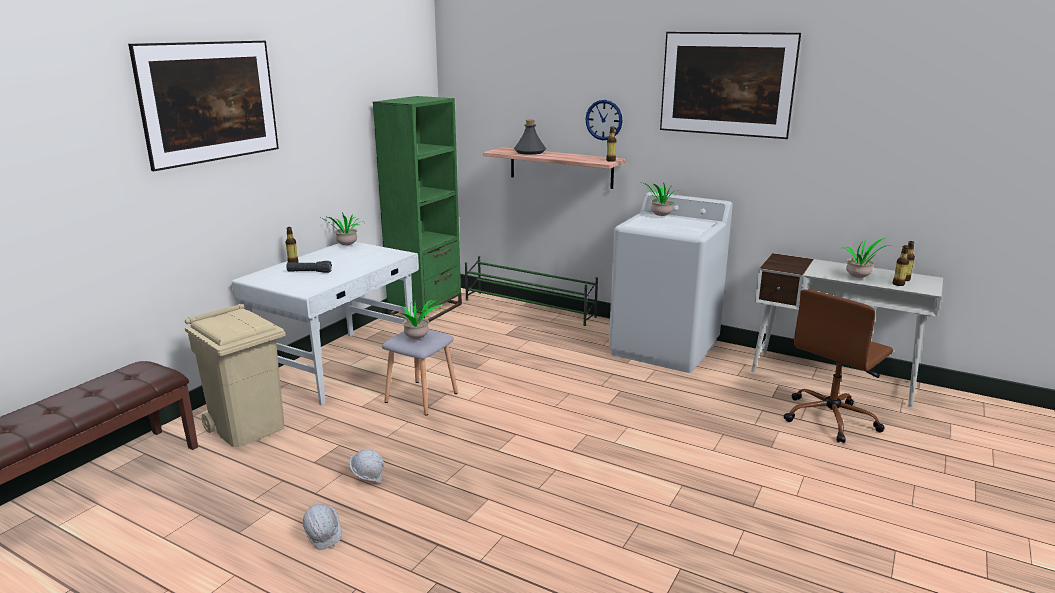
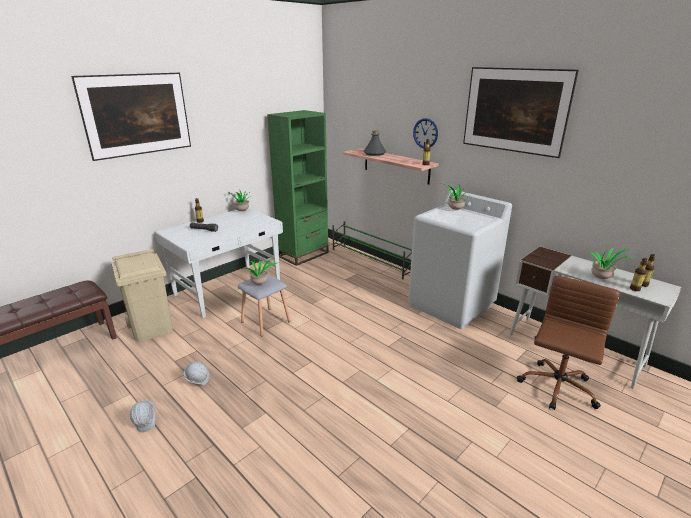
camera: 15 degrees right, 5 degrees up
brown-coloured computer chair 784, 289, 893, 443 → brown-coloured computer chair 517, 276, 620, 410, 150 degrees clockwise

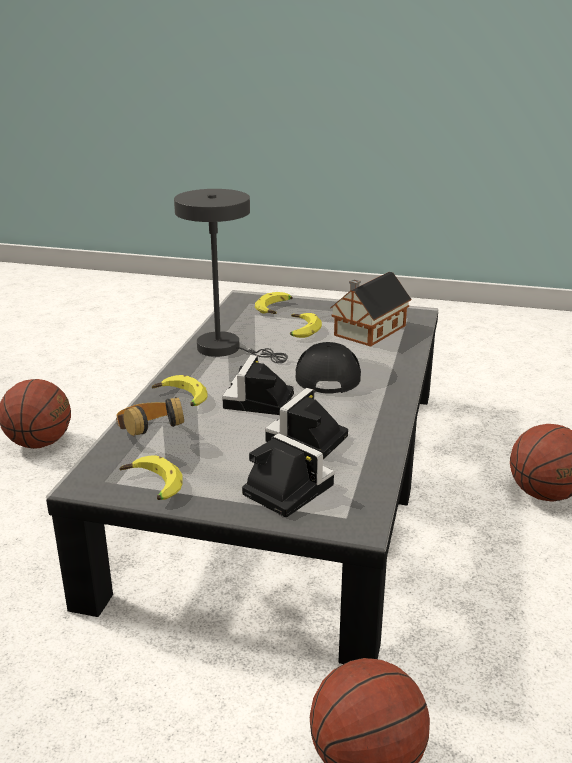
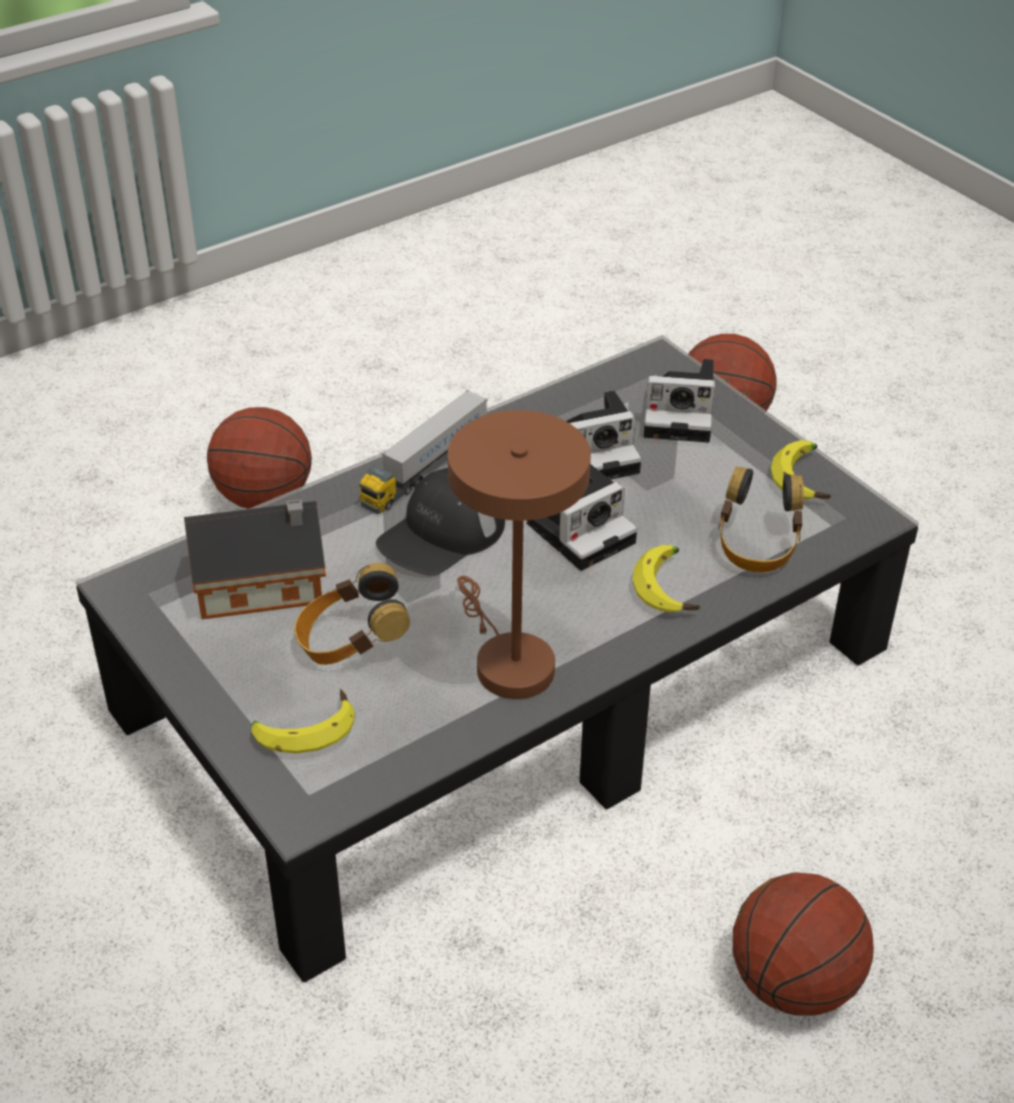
camera: 140 degrees left, 15 degrees up
banana fruit 290, 313, 322, 338 → headset 294, 563, 410, 665
- → model truck 359, 389, 488, 514
gray tabletop lamp 174, 189, 288, 363 → brown-coloured tabletop lamp 448, 410, 591, 699
photo camera 242, 433, 334, 517 → photo camera 644, 359, 715, 442, 75 degrees counterclockwise

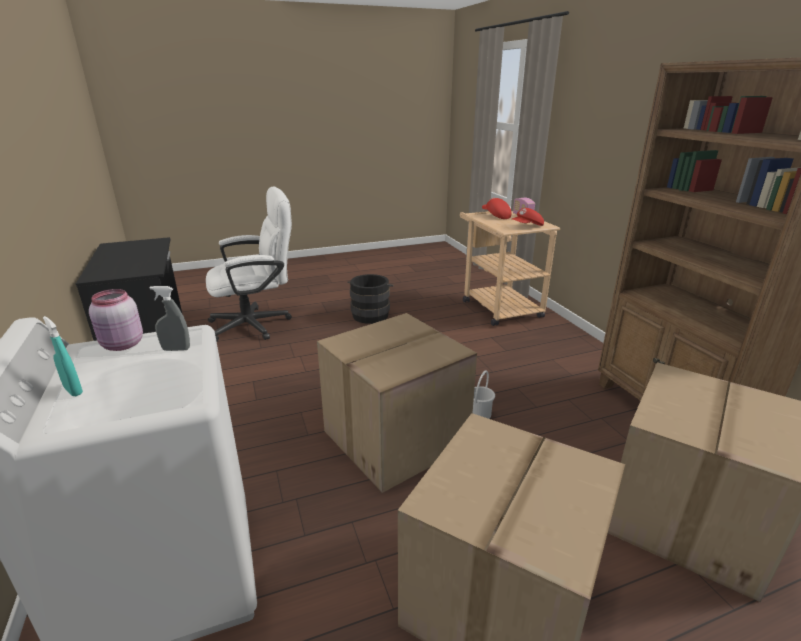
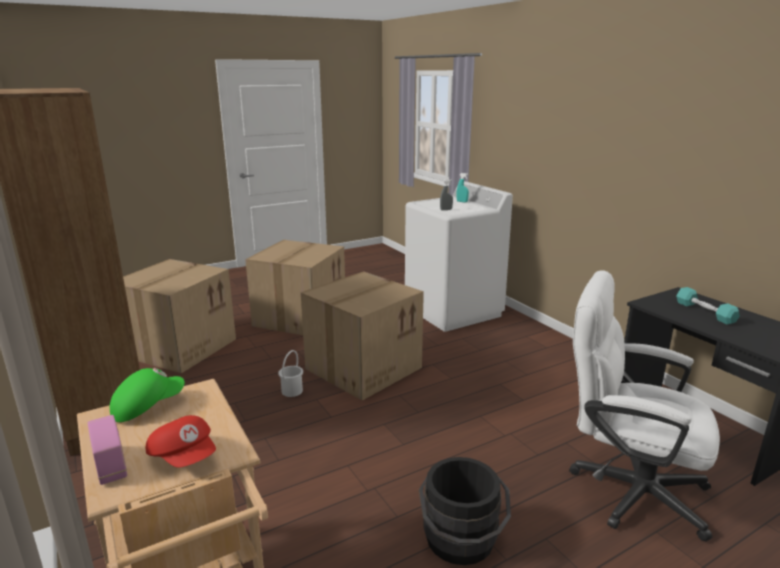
camera: 170 degrees right, 5 degrees down
red baseball cap 512, 208, 544, 226 → green-coloured baseball cap 110, 368, 185, 422
white-coloured computer chair 206, 186, 292, 342 → white-coloured computer chair 569, 270, 720, 542, 60 degrees clockwise
- → turquoise-coloured dumbbell 676, 287, 740, 324
pinkish jar 89, 289, 143, 351 → -

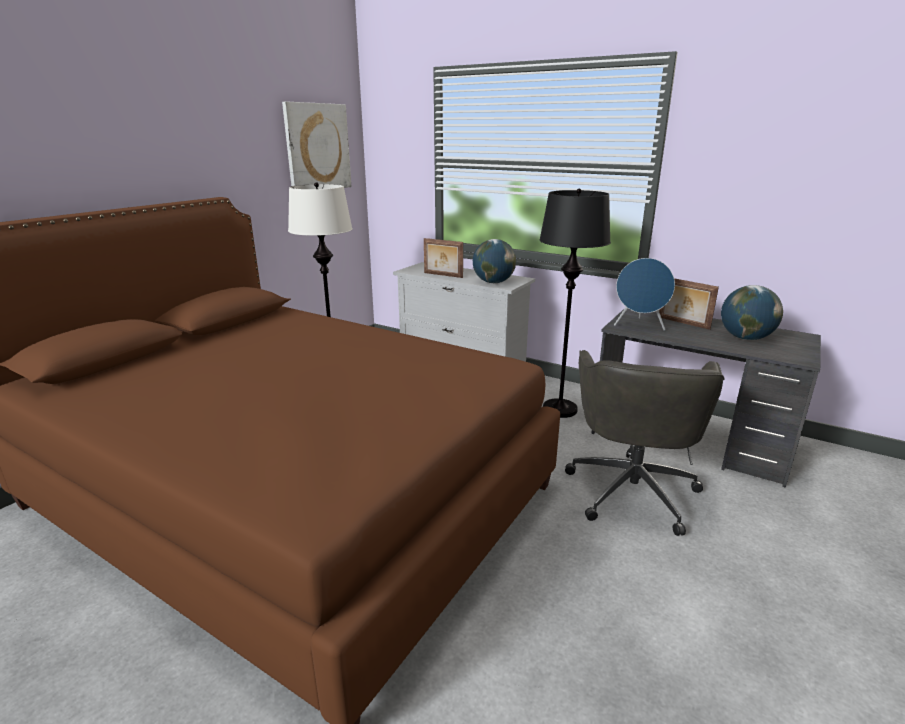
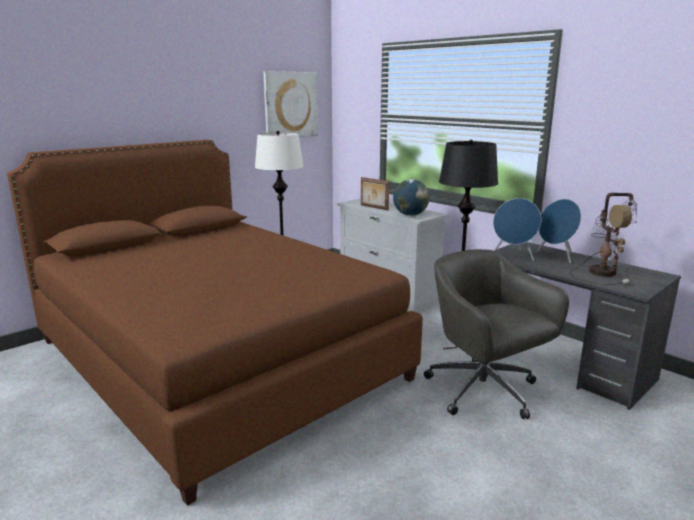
camera: 15 degrees right, 5 degrees down
gray computer chair 565, 350, 725, 536 → gray computer chair 424, 249, 569, 419, 120 degrees clockwise
standing frame 659, 278, 719, 330 → bluish audio speaker 536, 199, 581, 263
desk globe 721, 285, 783, 340 → tabletop lamp 570, 192, 637, 285

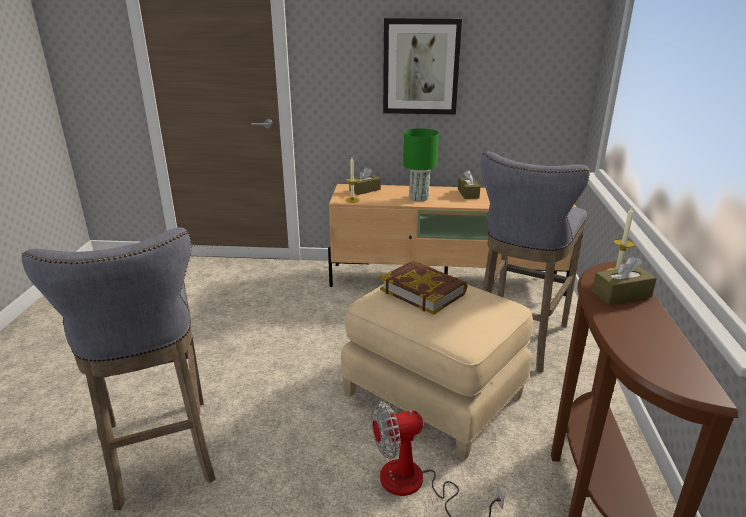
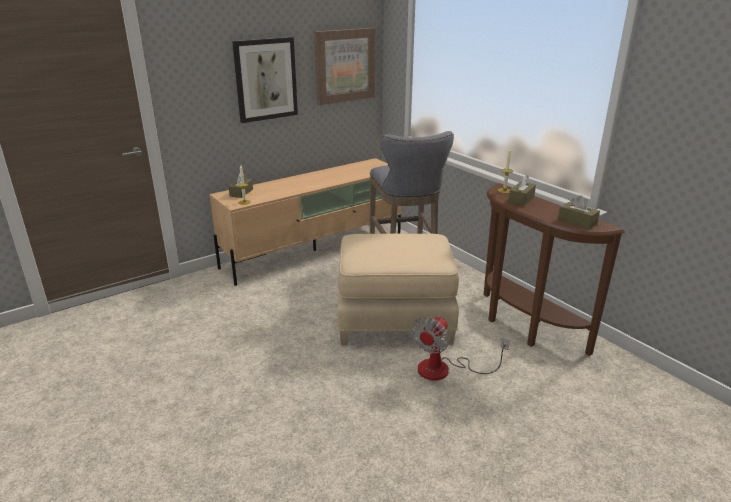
camera: 40 degrees left, 0 degrees up
- → wall picture 314, 28, 375, 105
brown-coloured tissue box 458, 170, 480, 199 → brown-coloured tissue box 558, 195, 600, 229, moved
gray stool 22, 228, 216, 510 → -
book 380, 261, 467, 315 → -
green-coloured tabletop lamp 403, 128, 439, 201 → -

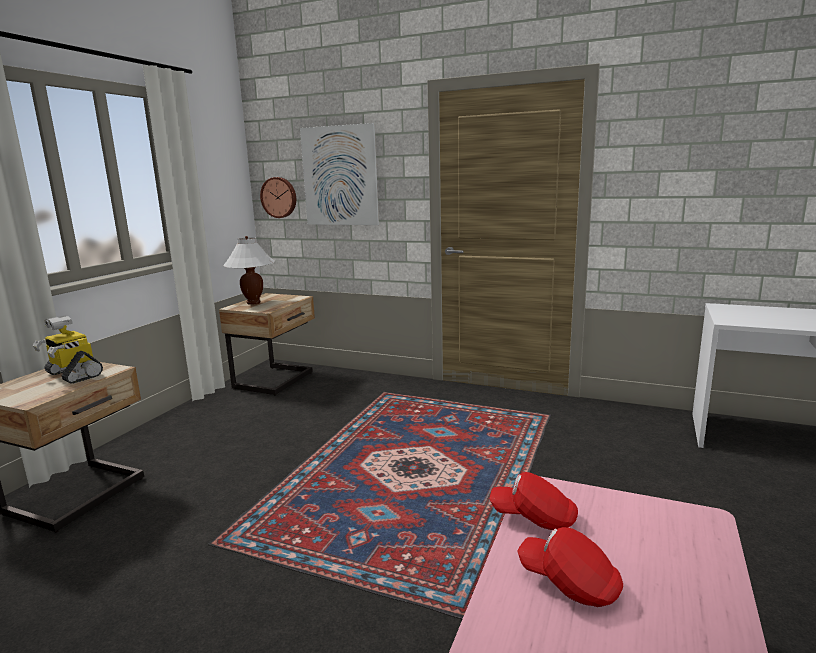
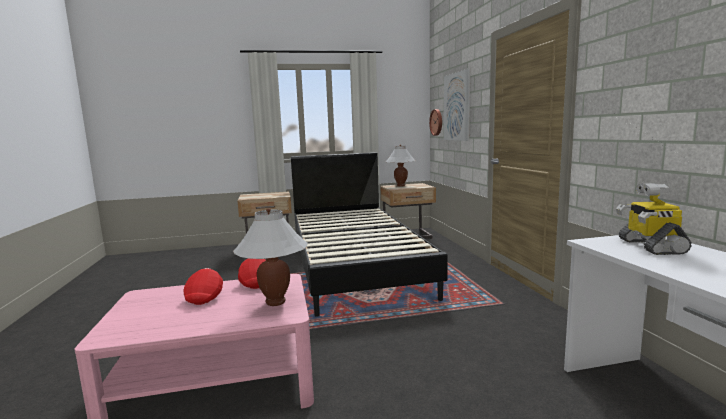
camera: 55 degrees right, 5 degrees down
- → white-coloured tabletop lamp 233, 208, 308, 306
- → black-coloured sleeping bed 291, 152, 448, 317
toy robot 33, 315, 103, 384 → toy robot 616, 183, 692, 255, moved

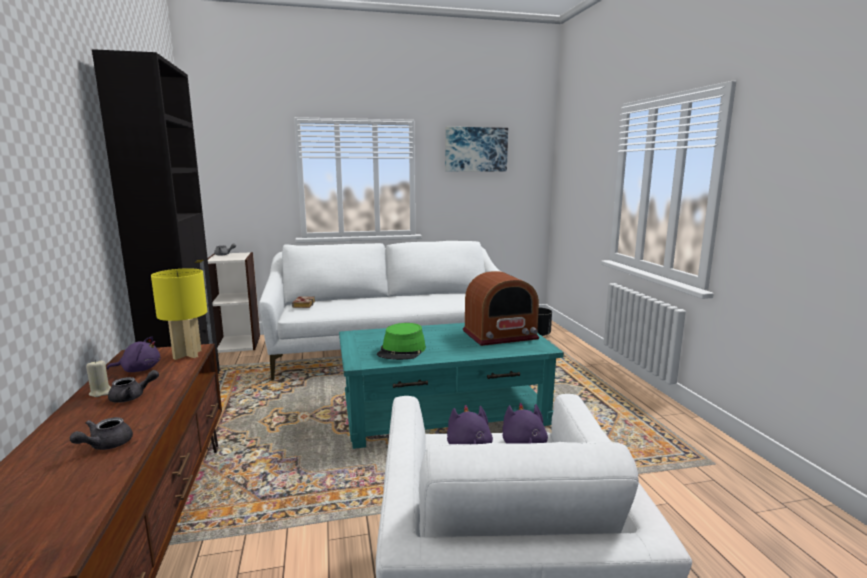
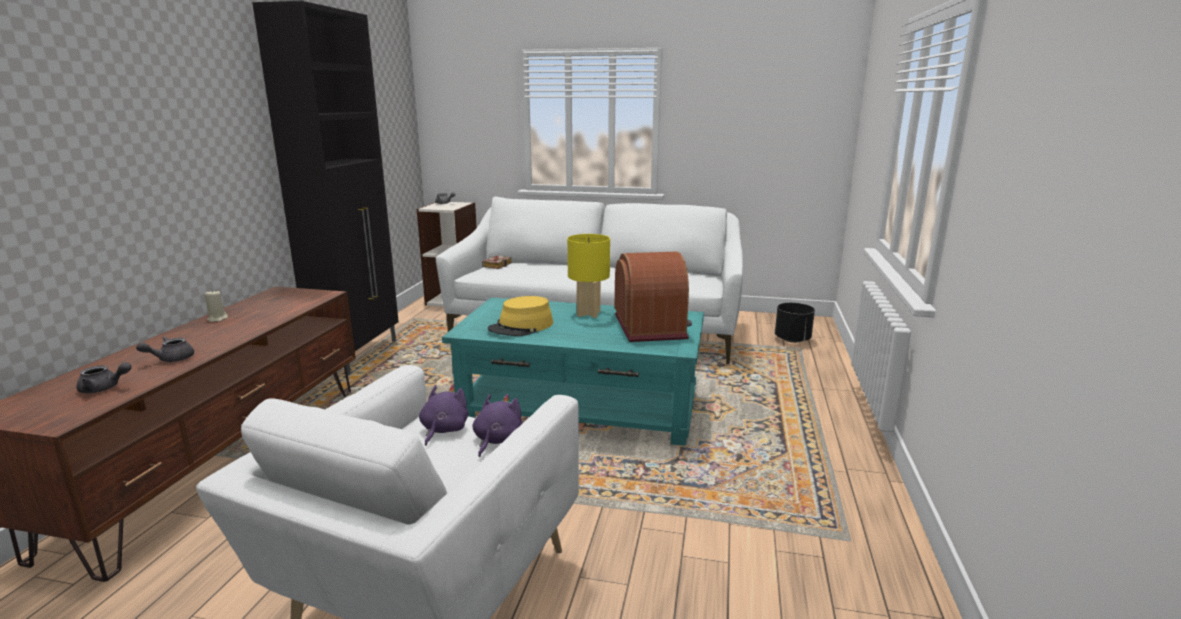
camera: 25 degrees right, 5 degrees up
gray tea pot 108, 370, 159, 403 → gray tea pot 76, 362, 132, 393, moved
green-coloured clothing hat 377, 323, 426, 360 → yellow-coloured clothing hat 488, 296, 553, 336
yellow-coloured tabletop lamp 151, 268, 207, 360 → yellow-coloured tabletop lamp 567, 234, 610, 318, moved
radio 463, 271, 539, 346 → radio 615, 252, 692, 342, 105 degrees counterclockwise
purplish soft toy 107, 337, 160, 372 → -
wall picture 445, 127, 508, 172 → -

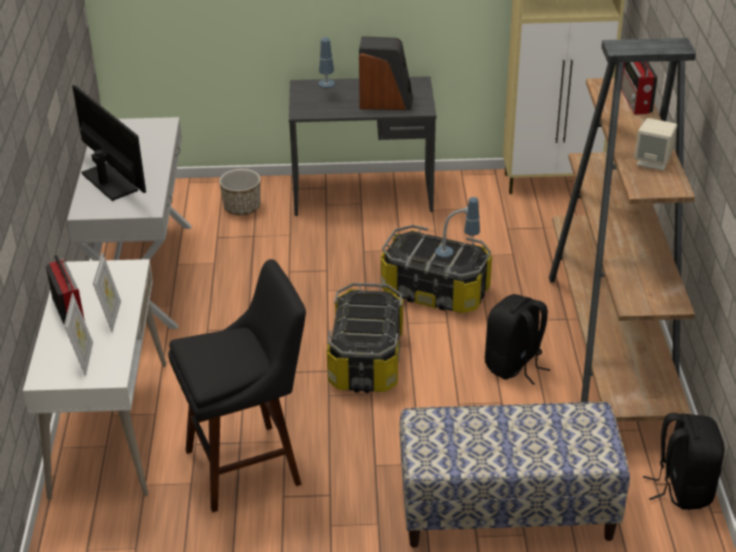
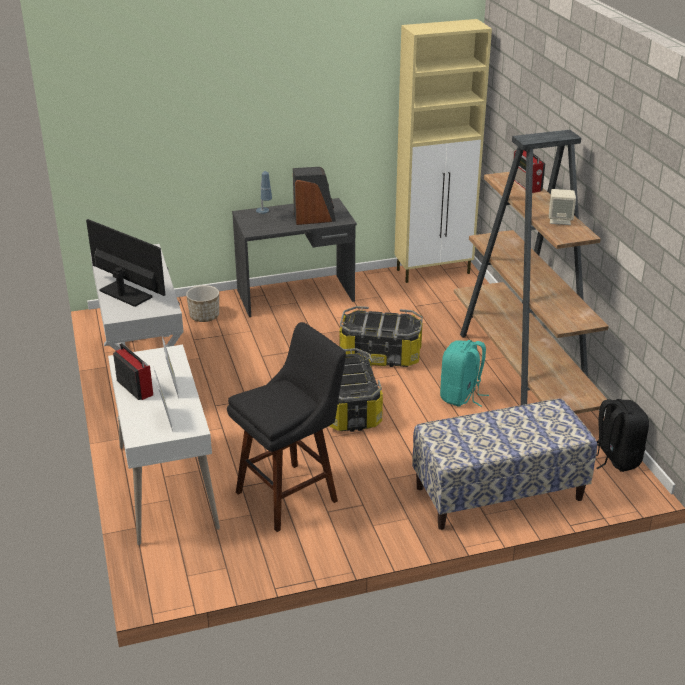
camera: 15 degrees left, 5 degrees down
black-coloured knapsack 485, 294, 550, 385 → turquoise-coloured knapsack 440, 340, 489, 407
tabletop lamp 435, 197, 480, 258 → -

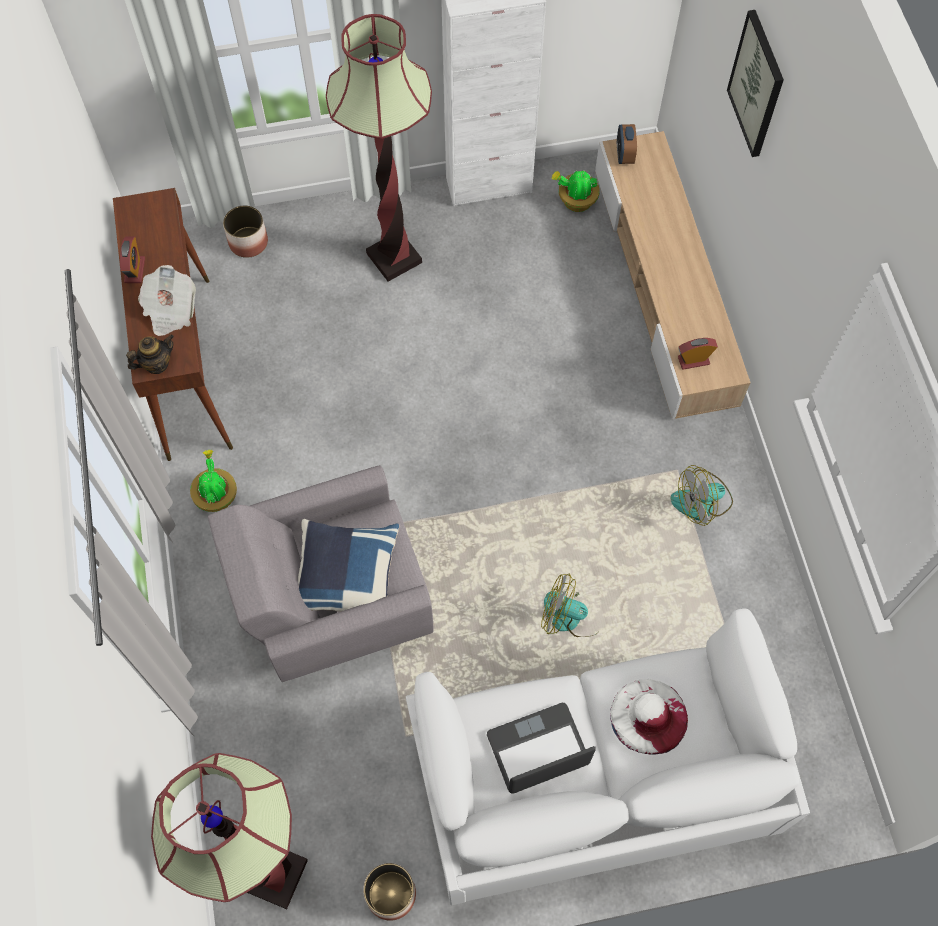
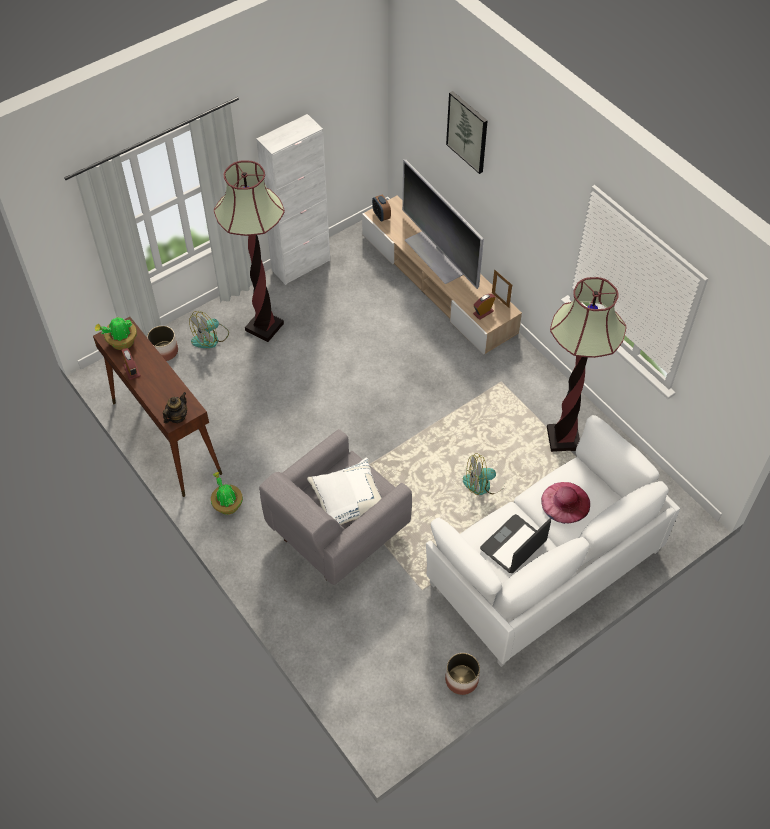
camera: 25 degrees left, 10 degrees down
plant in a pot 552, 170, 600, 212 → plant in a pot 95, 317, 137, 350, moved
fan 670, 465, 733, 526 → fan 189, 311, 229, 348, moved
bluish pillow 298, 519, 399, 611 → white-coloured pillow 307, 457, 382, 525
- → TV set 402, 159, 484, 289
- → standing frame 492, 270, 512, 308
white-coloured clothing hat 610, 679, 688, 755 → pinkish clothing hat 541, 482, 590, 524
floor lamp 151, 753, 308, 909 → floor lamp 547, 277, 627, 452, moved
newspaper 138, 265, 196, 336 → -

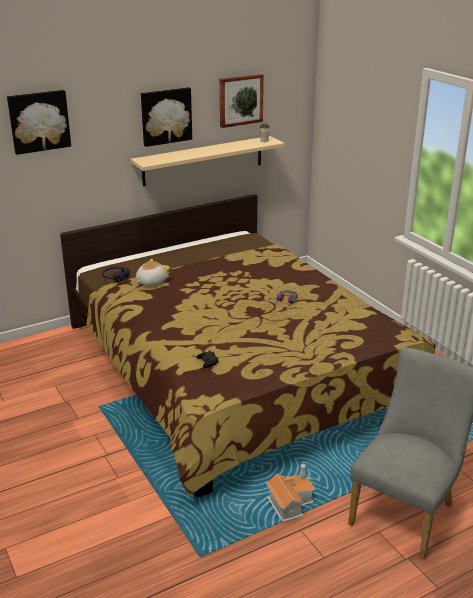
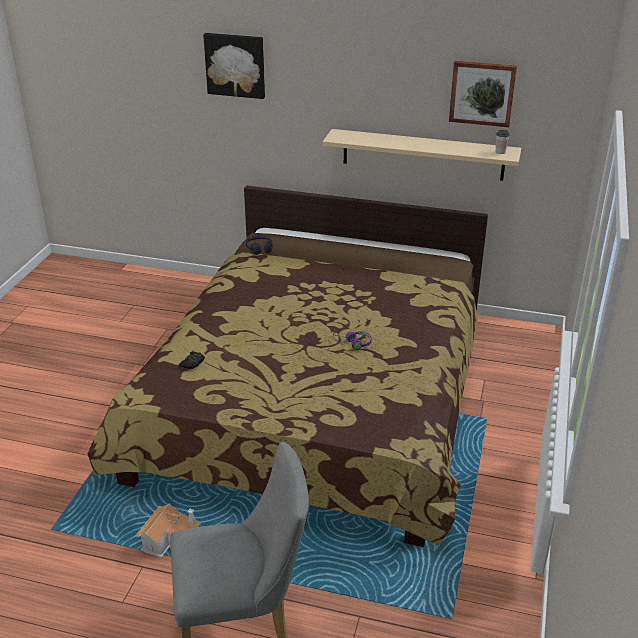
camera: 45 degrees right, 5 degrees up
soft toy 136, 259, 170, 286 → -
wall picture 141, 87, 192, 147 → -

